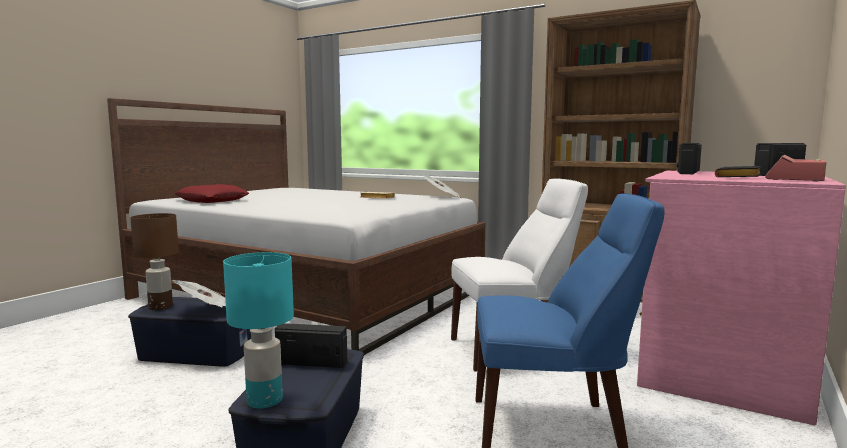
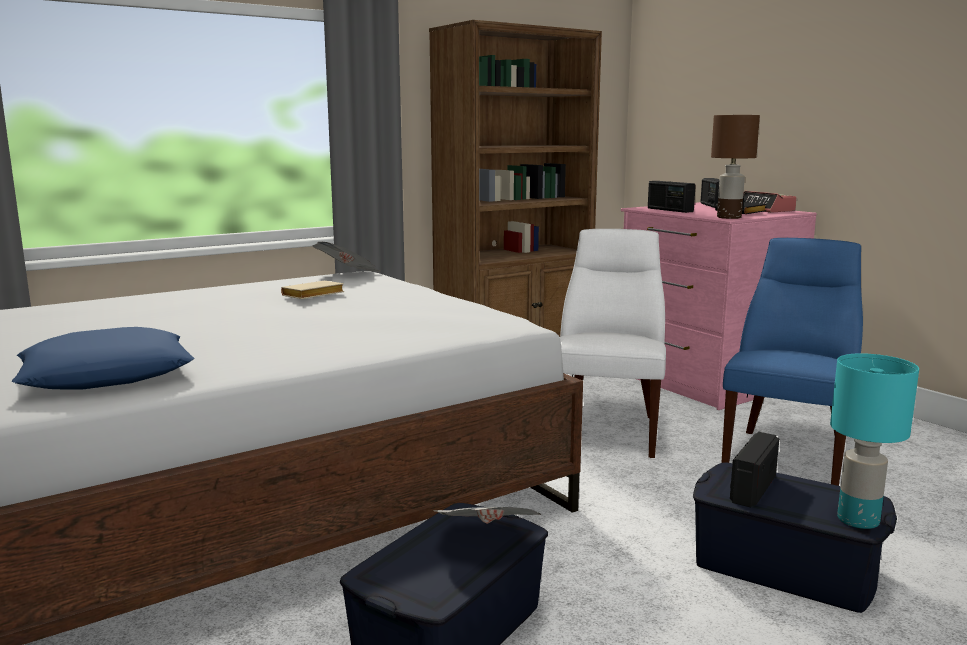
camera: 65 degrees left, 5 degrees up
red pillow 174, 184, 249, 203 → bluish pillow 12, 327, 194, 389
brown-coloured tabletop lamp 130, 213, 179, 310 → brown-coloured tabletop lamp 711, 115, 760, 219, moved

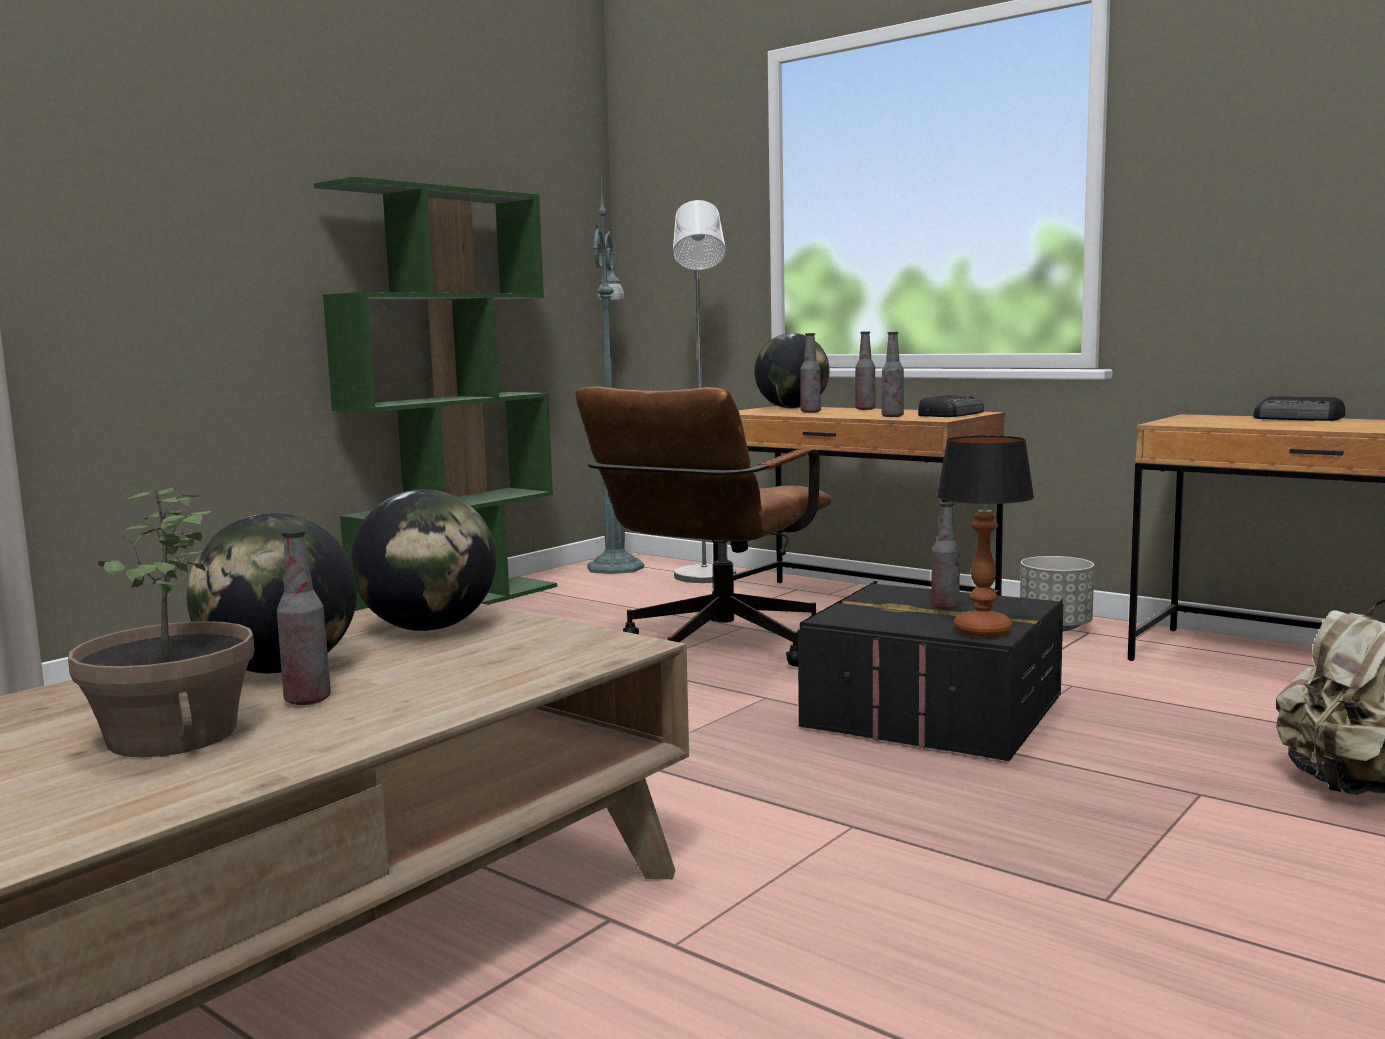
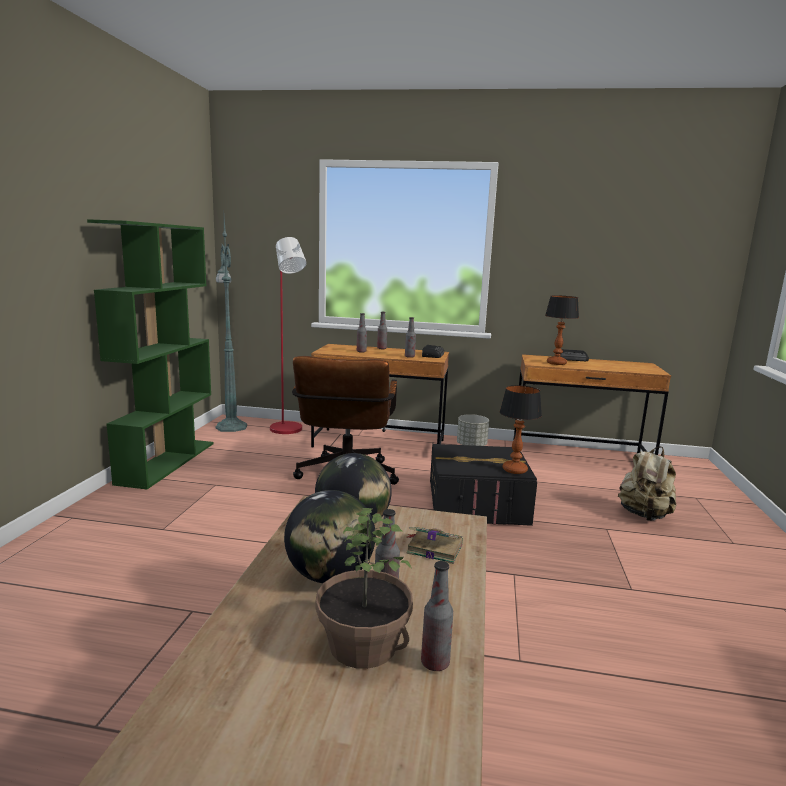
camera: 30 degrees left, 5 degrees up
gray floor lamp 673, 200, 736, 583 → red floor lamp 270, 237, 307, 434
- → book 407, 527, 463, 564
bottle 931, 502, 960, 610 → bottle 421, 561, 453, 671, moved
- → tabletop lamp 545, 295, 579, 365
desk globe 754, 333, 829, 409 → -

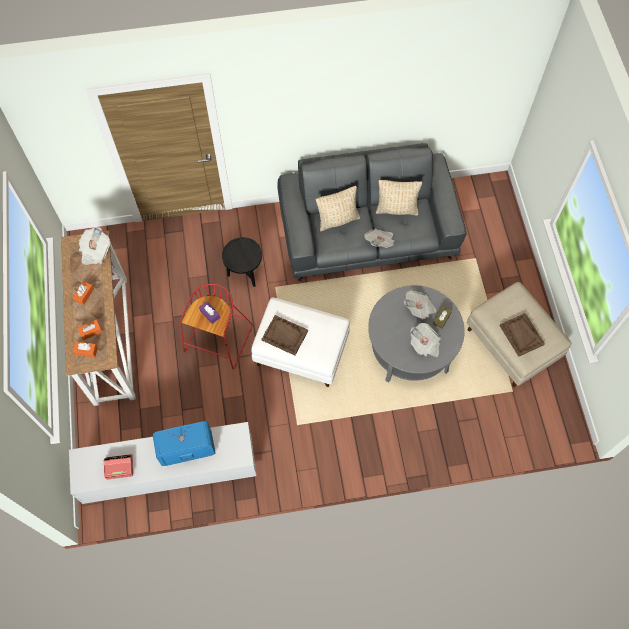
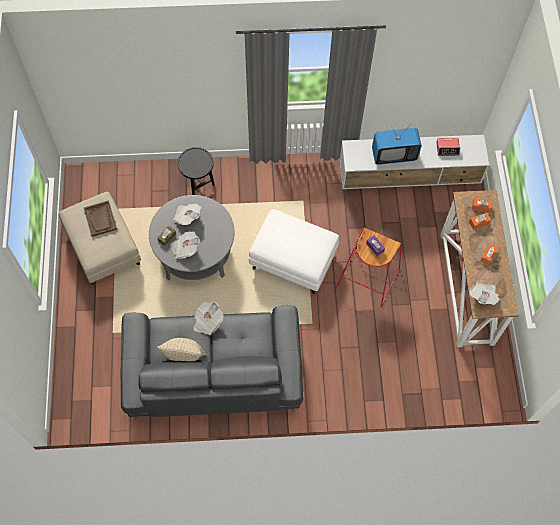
camera: 175 degrees left, 0 degrees up
black-coloured end table 222, 237, 262, 287 → black-coloured end table 178, 147, 215, 195, moved
brown-coloured serving tray 262, 315, 308, 355 → -
beige-coloured pillow 316, 186, 360, 231 → -

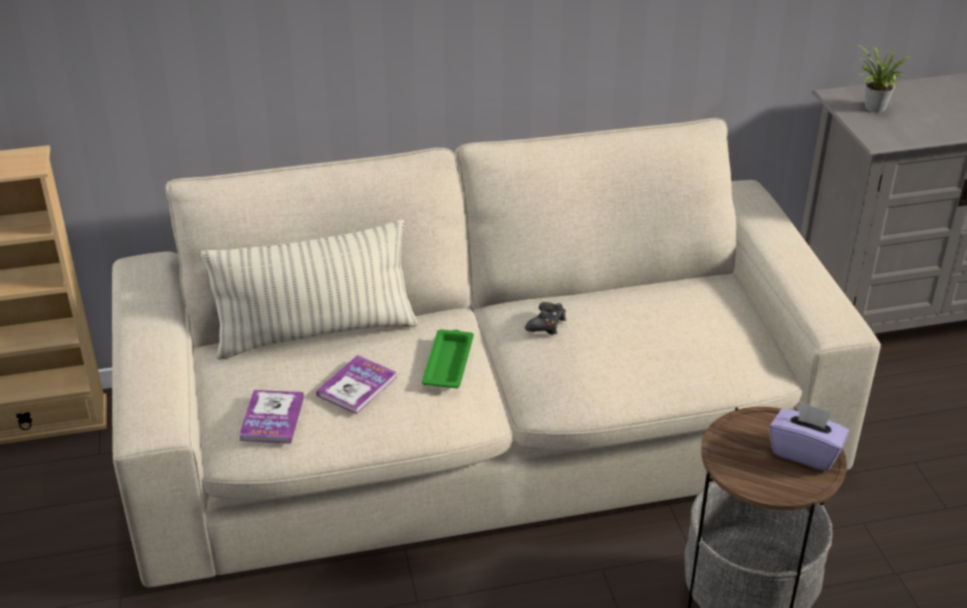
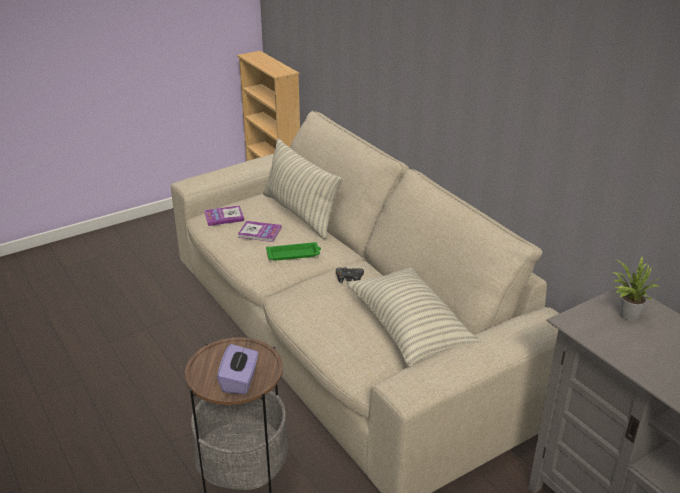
camera: 70 degrees right, 5 degrees down
- → pillow 346, 268, 481, 367

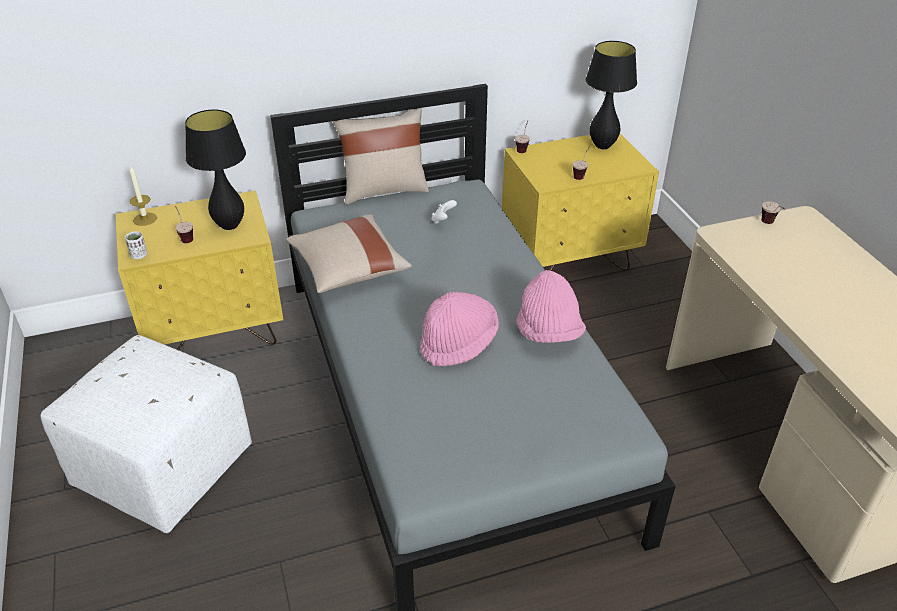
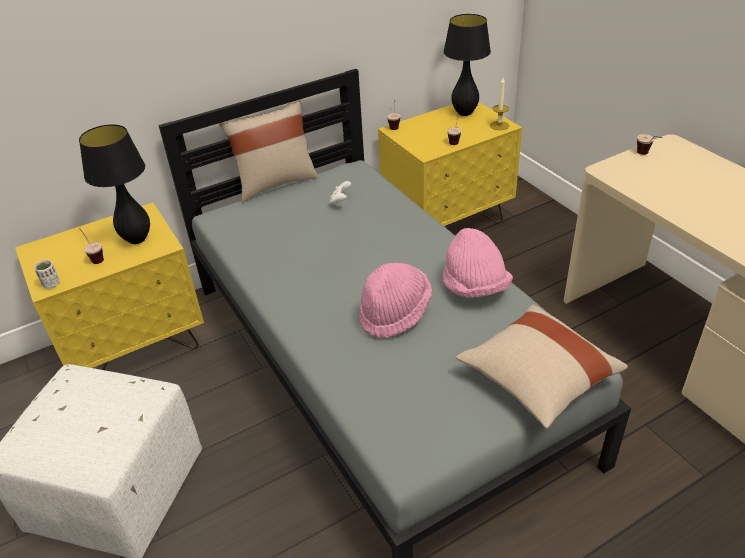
camera: 10 degrees left, 0 degrees up
beige-coloured pillow 286, 214, 412, 293 → beige-coloured pillow 456, 304, 628, 429, moved
wax light 129, 165, 157, 226 → wax light 490, 78, 509, 130, moved

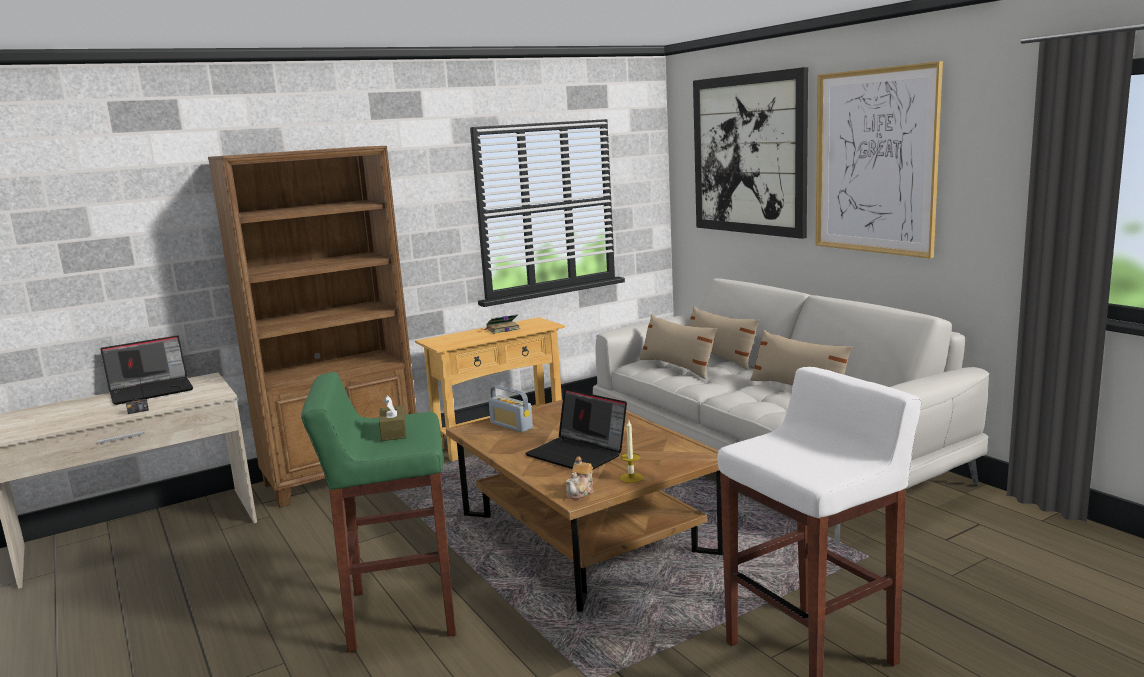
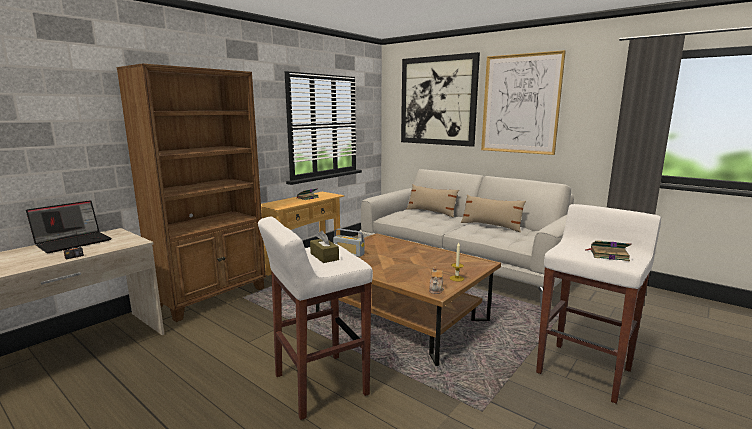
camera: 20 degrees left, 0 degrees up
green-coloured stool 301, 372, 456, 652 → white-coloured stool 258, 217, 373, 420
- → book 586, 240, 632, 261
laptop 525, 389, 627, 469 → -
beige-coloured pillow 640, 314, 717, 379 → -

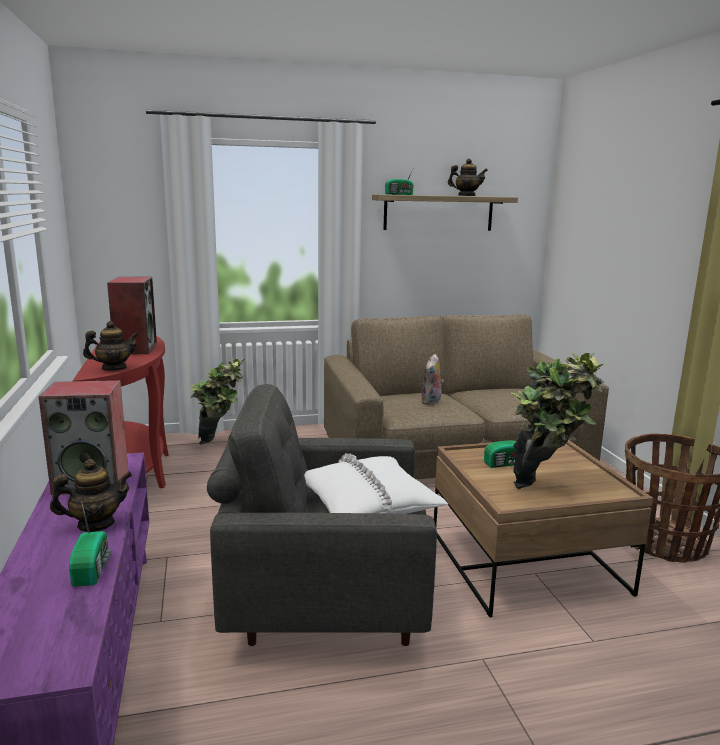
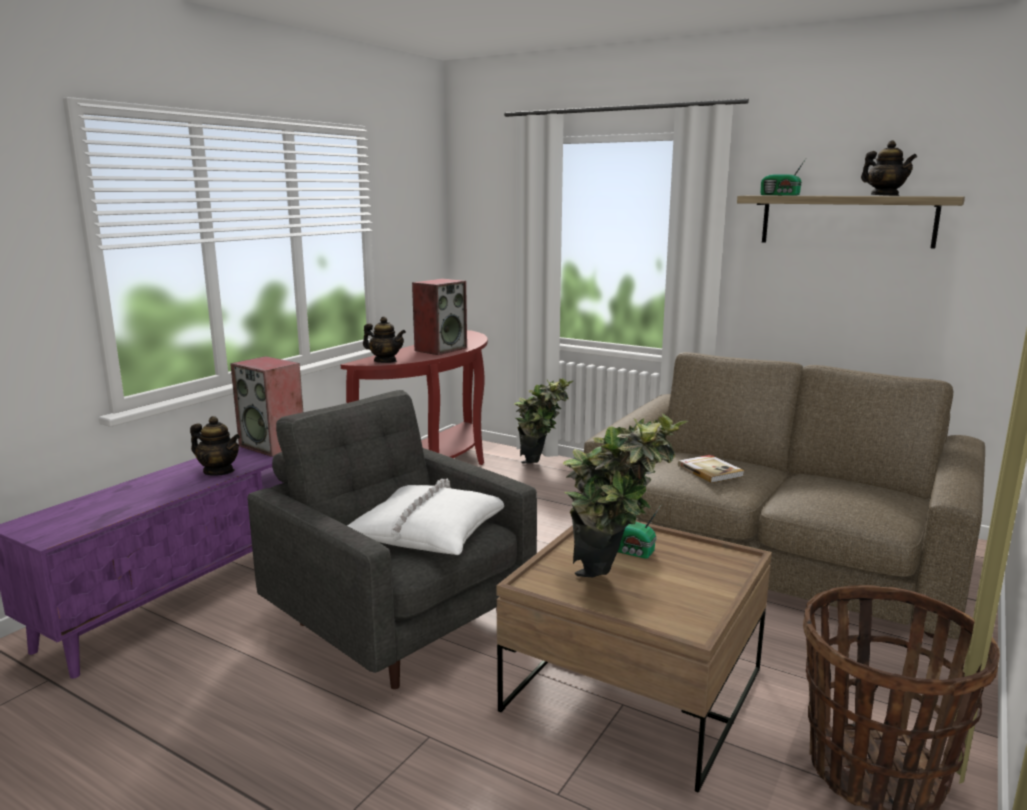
camera: 45 degrees right, 0 degrees up
soft toy 421, 354, 444, 405 → book 678, 455, 744, 483
radio 69, 501, 112, 587 → -

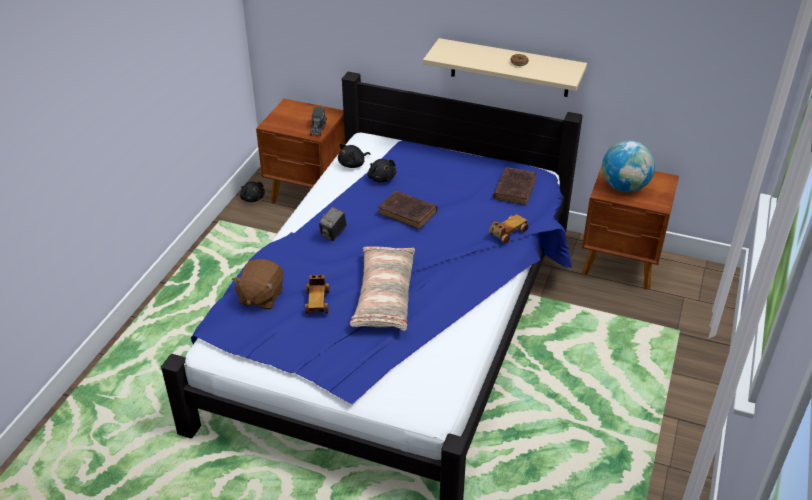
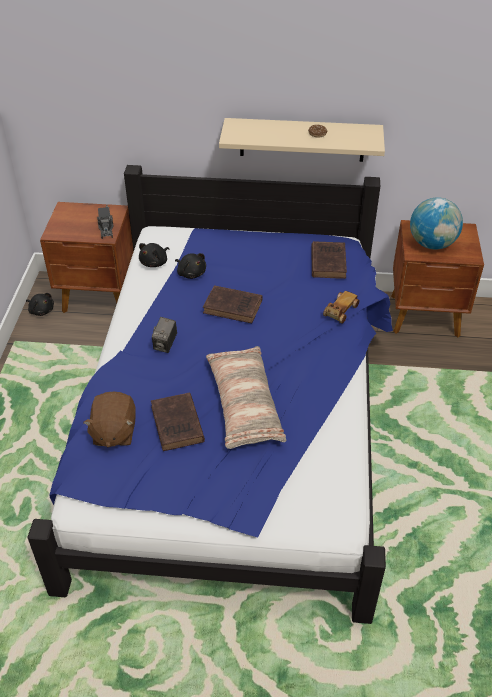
camera: 15 degrees left, 5 degrees up
miniature car 305, 275, 330, 314 → brown-coloured book 151, 393, 205, 451

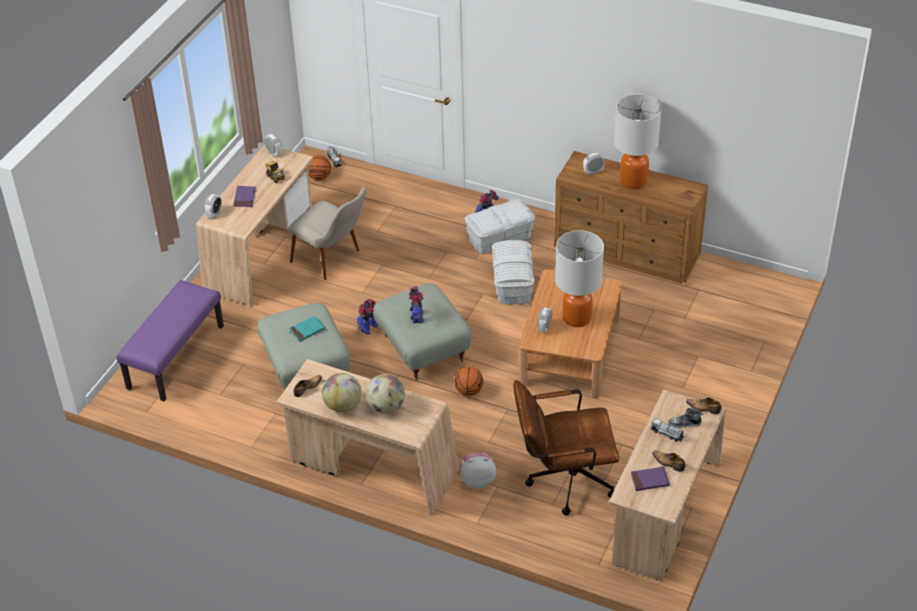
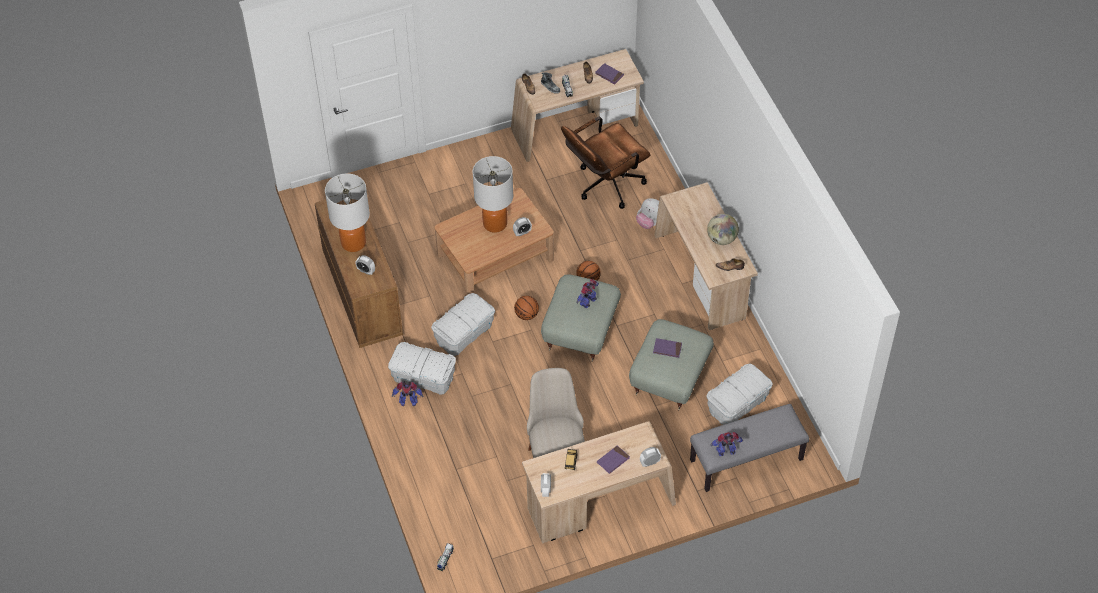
camera: 135 degrees left, 10 degrees up
basketball 308, 155, 331, 180 → basketball 514, 296, 539, 320, moved
brown-coloured computer chair 513, 380, 619, 515 → brown-coloured computer chair 561, 117, 650, 209, 105 degrees clockwise
turquoise-coloured book 289, 316, 325, 342 → purplish book 653, 338, 682, 358
purplish long seat 117, 280, 224, 401 → gray long seat 690, 404, 809, 492
- → white-coloured storage container 706, 364, 773, 425
toy robot 357, 299, 378, 335 → toy robot 711, 432, 743, 456, moved
desk globe 366, 374, 405, 414 → -

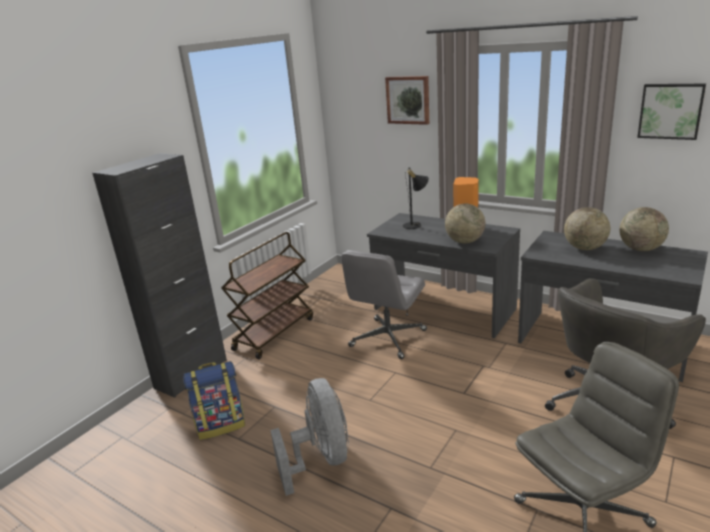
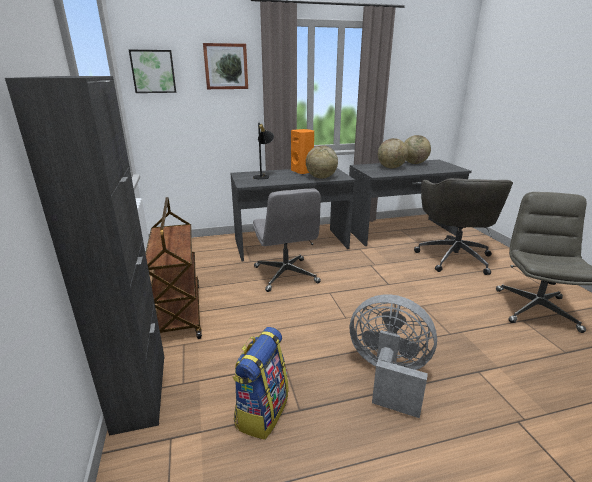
camera: 50 degrees left, 0 degrees up
wall picture 637, 84, 706, 140 → wall picture 129, 50, 176, 93, moved

